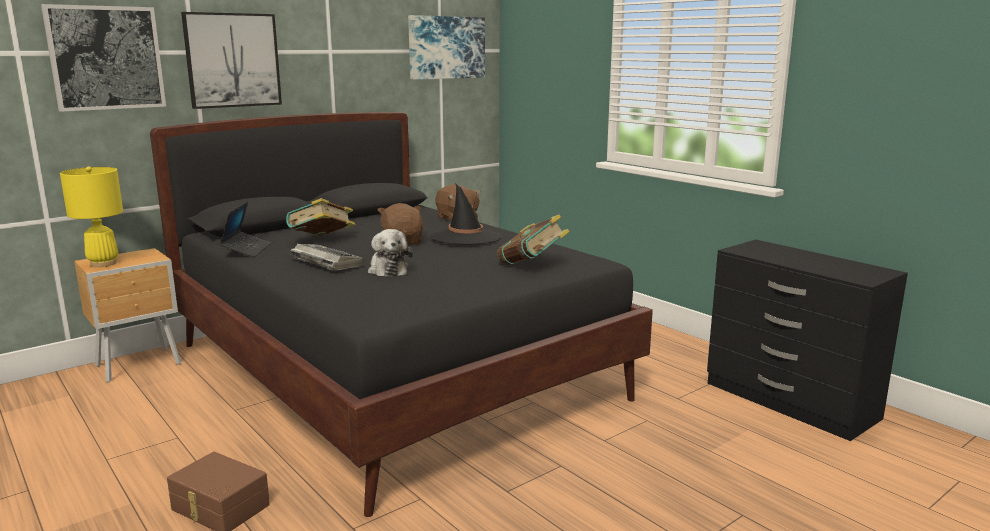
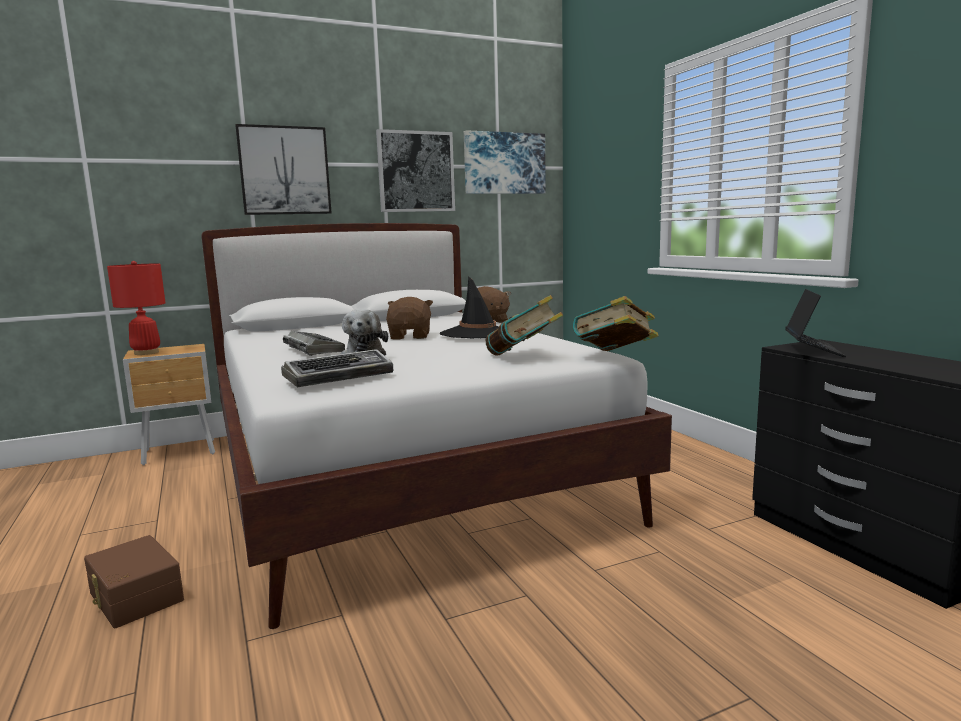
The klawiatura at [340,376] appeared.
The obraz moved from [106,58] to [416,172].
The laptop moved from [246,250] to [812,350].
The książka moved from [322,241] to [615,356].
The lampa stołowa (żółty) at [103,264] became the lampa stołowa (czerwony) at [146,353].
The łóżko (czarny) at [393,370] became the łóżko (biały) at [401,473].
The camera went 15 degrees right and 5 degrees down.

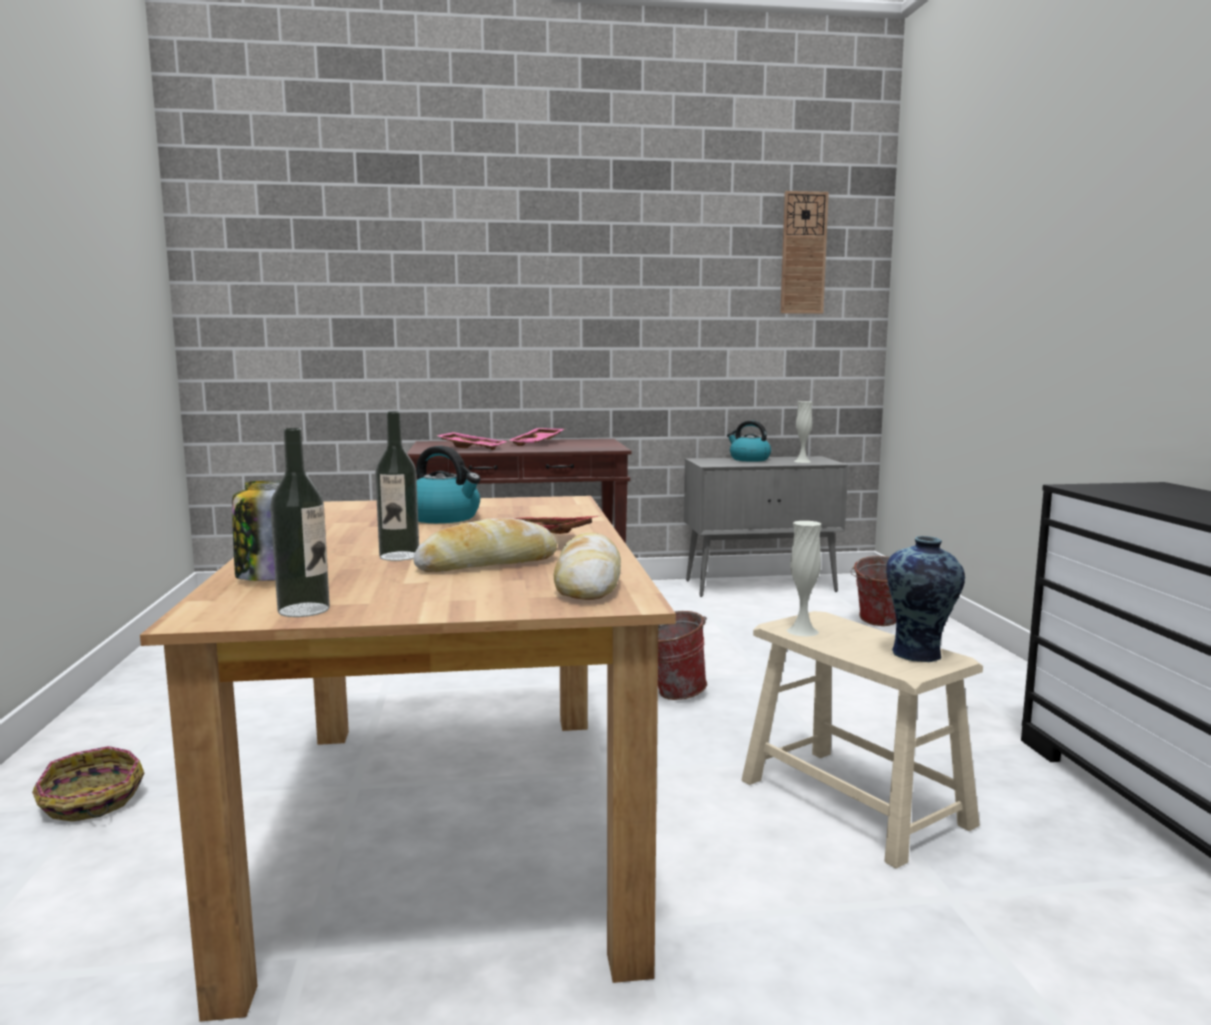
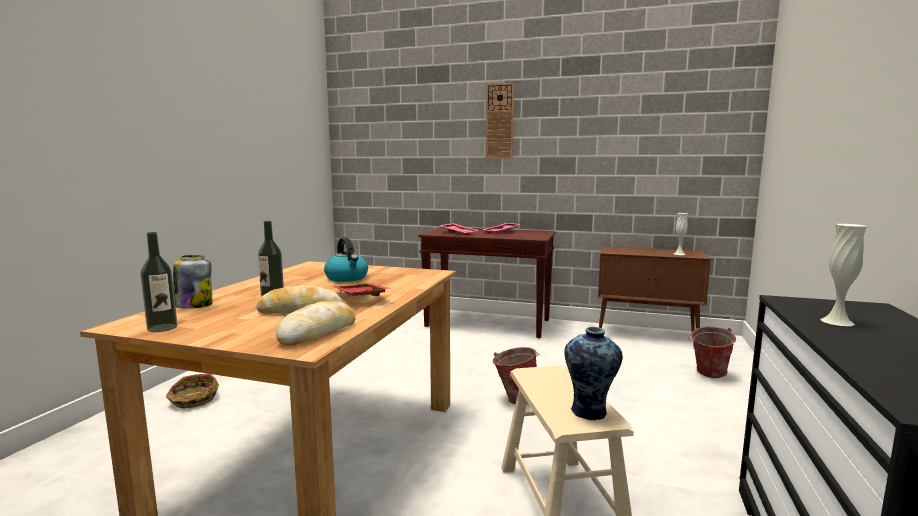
The czajnik at [749,459] disappeared.
The zegar ścienny moved from [803,253] to [499,121].
The wazon (biały) moved from [802,631] to [837,321].
The szafka (szary) at [761,586] became the szafka (brązowy) at [647,335].
The camera went 25 degrees right and 0 degrees up.

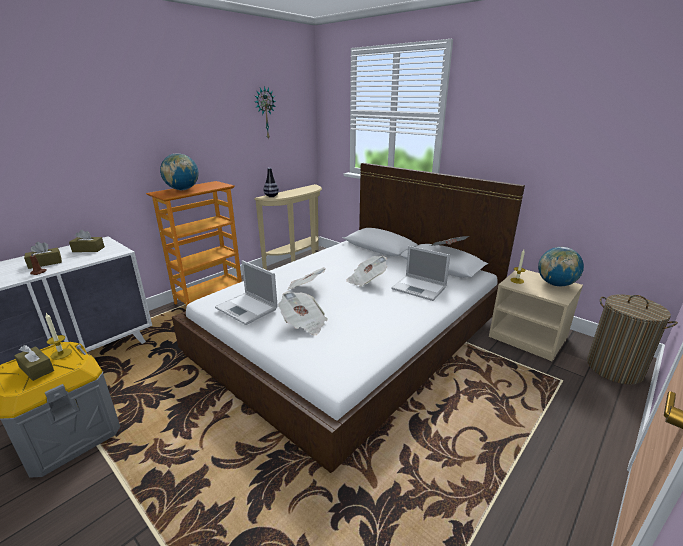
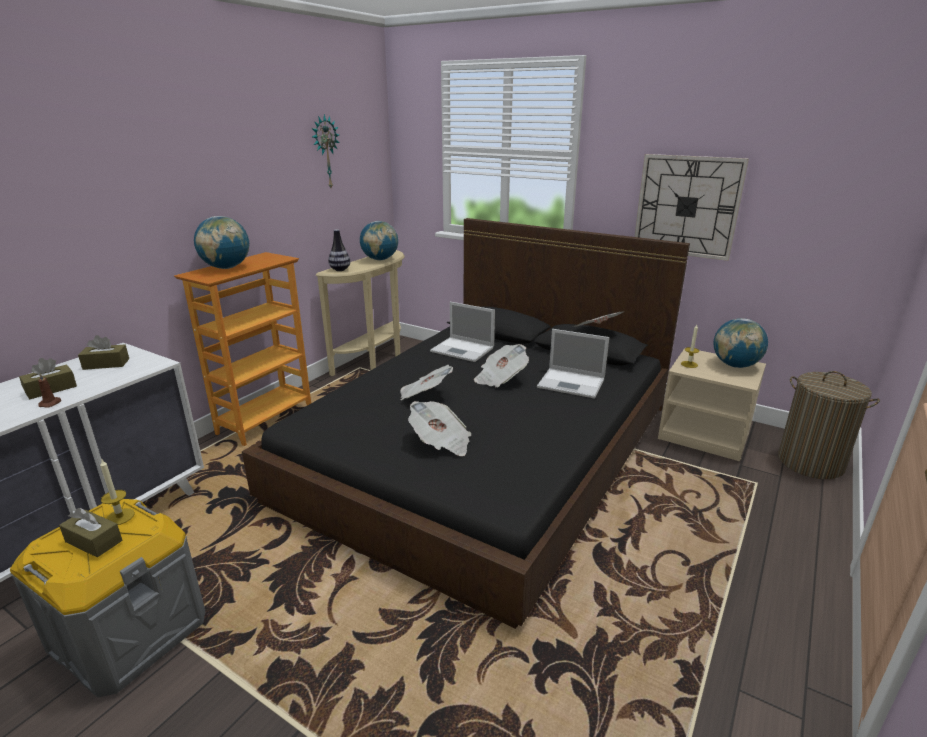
The globus at [380,259] appeared.
The zegar ścienny at [687,206] appeared.
The laptop moved from [247,309] to [463,350].
The łóżko (biały) at [353,331] became the łóżko (czarny) at [485,449].
The camera went 10 degrees left and 0 degrees up.

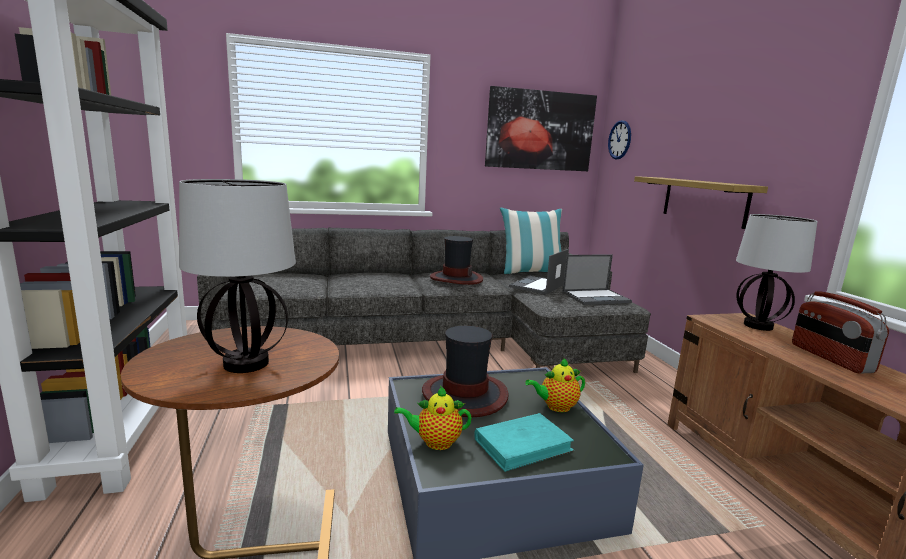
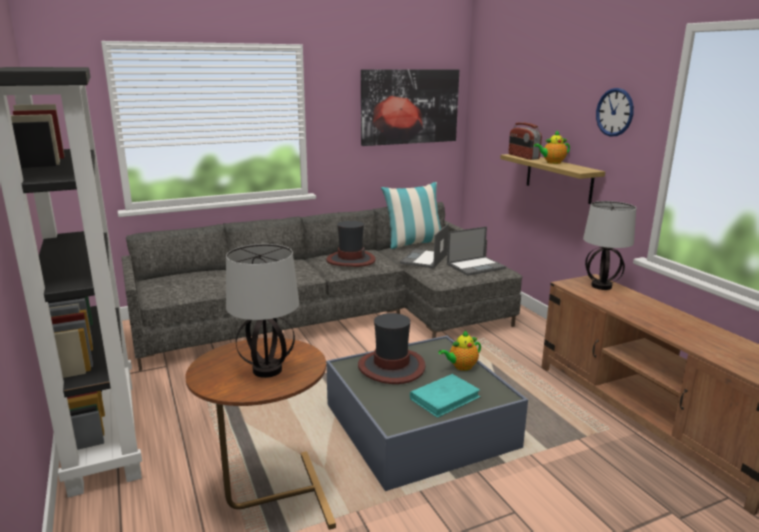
The imbryk moved from [435,442] to [552,162].
The zegar ścienny moved from [619,140] to [614,112].
The radio moved from [830,358] to [523,157].
The camera went 10 degrees left and 5 degrees up.

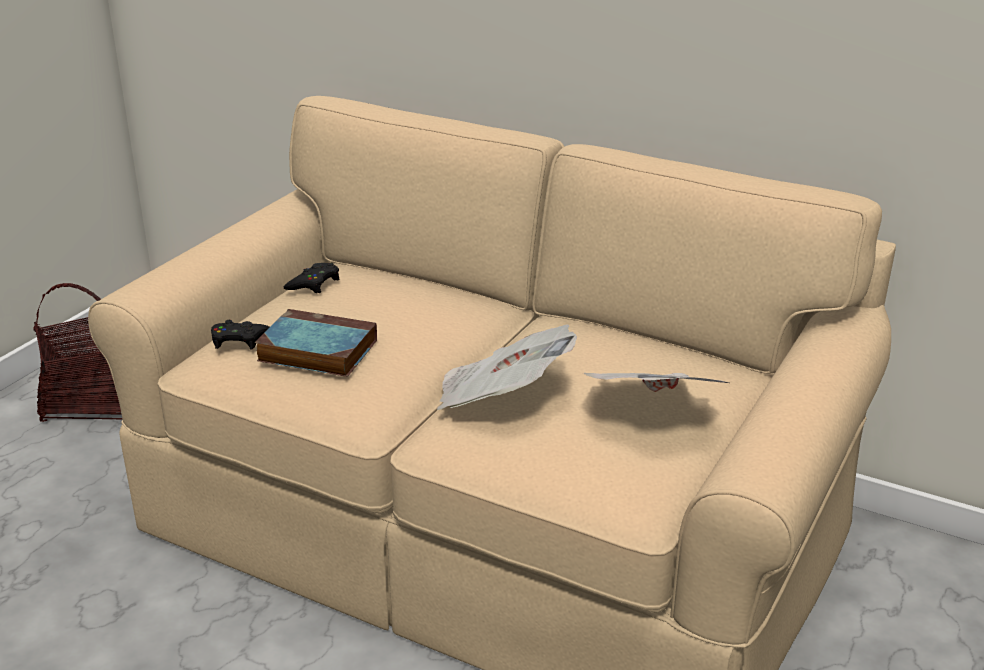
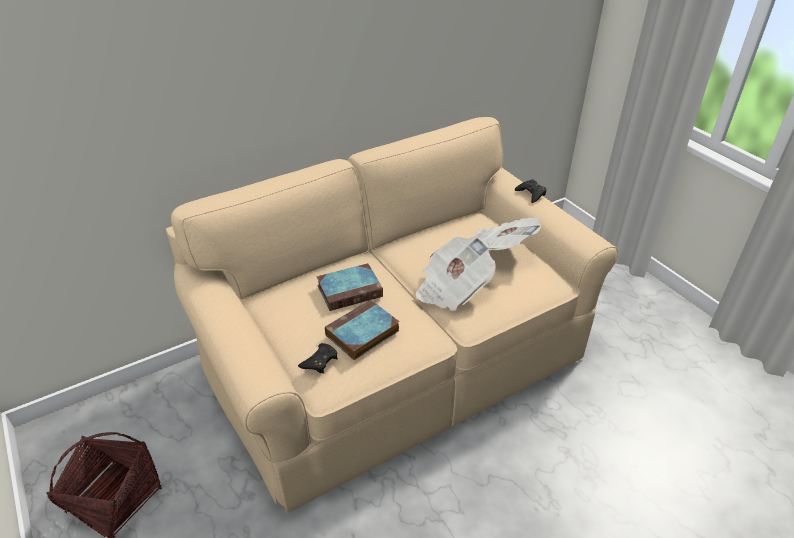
The książka at [351,290] appeared.
The pad do gier (czarny) moved from [314,283] to [531,194].
The camera went 60 degrees left and 10 degrees up.

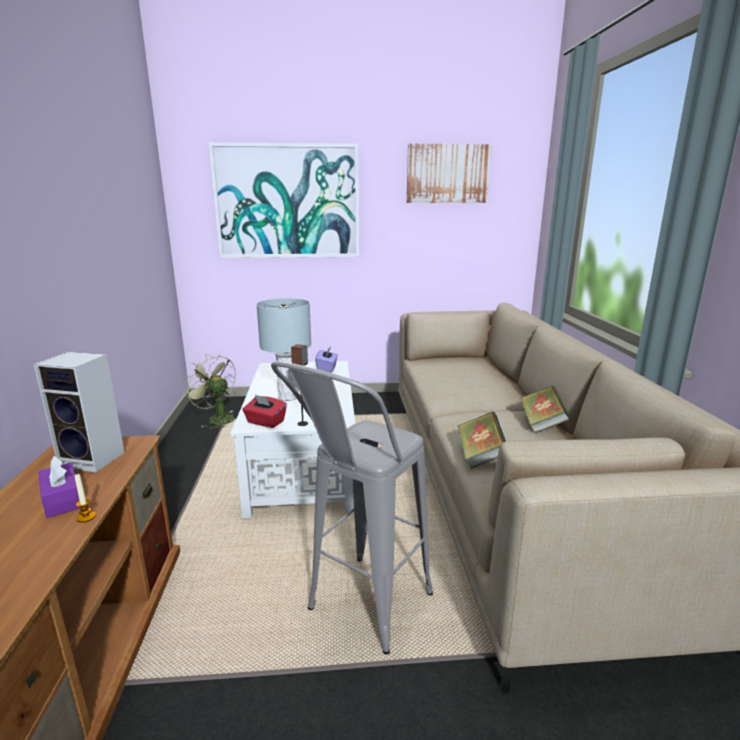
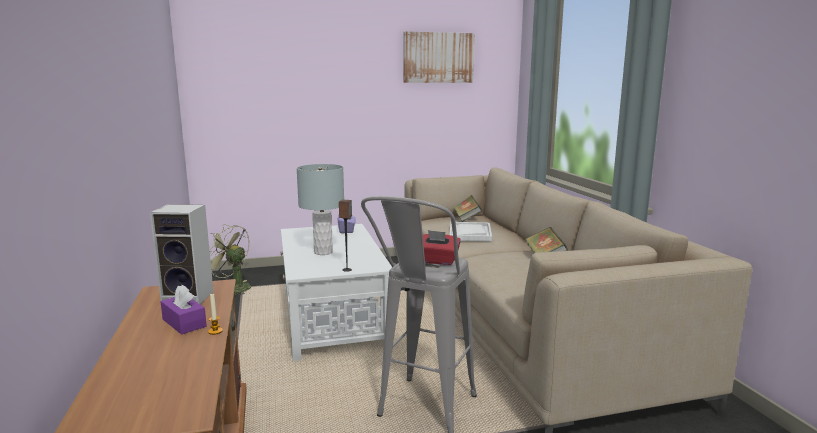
The obraz at [287,202] disappeared.
The taca (biały) at [470,233] appeared.
The pudełko chusteczek (czerwony) moved from [265,422] to [437,261].
The książka moved from [480,456] to [466,218].
The camera went 10 degrees left and 5 degrees down.

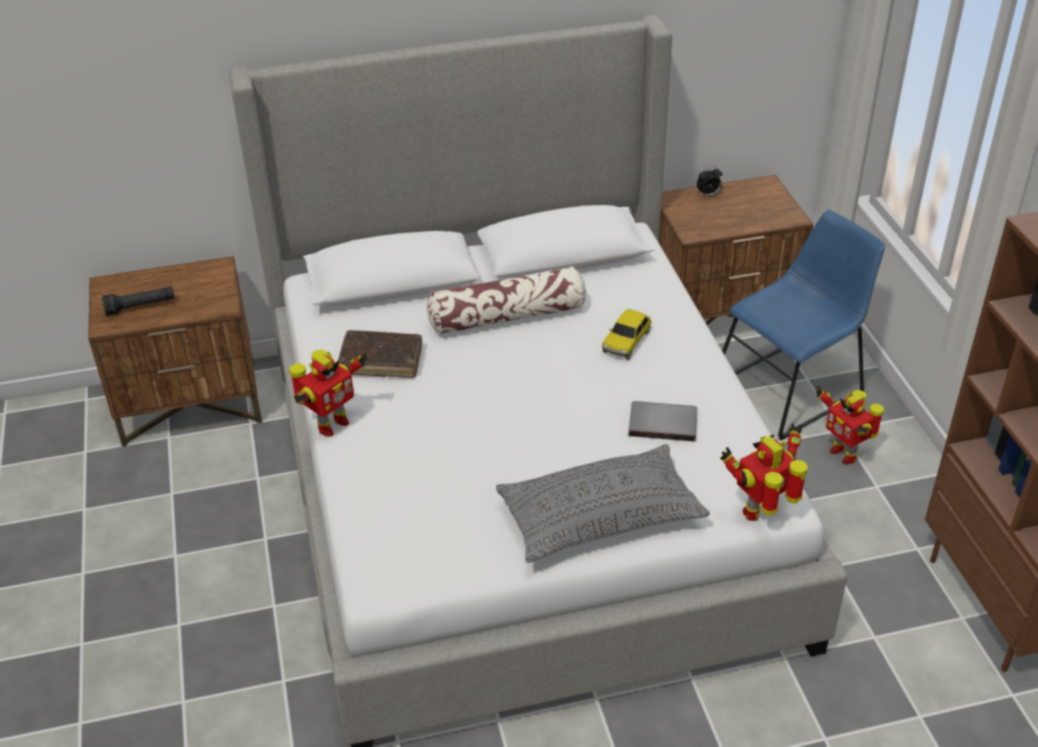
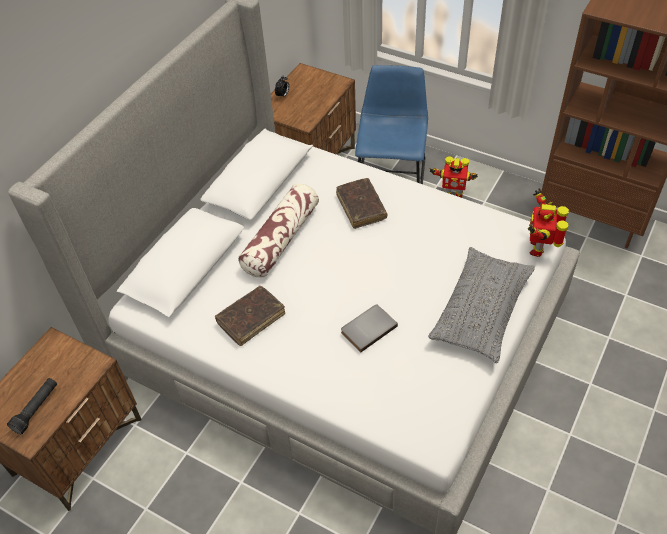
The robot zabawkowy at [330,425] disappeared.
The książka (szary) moved from [663,422] to [367,328].
The samochodzik at [626,341] was replaced by the książka (brązowy) at [361,207].
The camera went 45 degrees left and 10 degrees up.

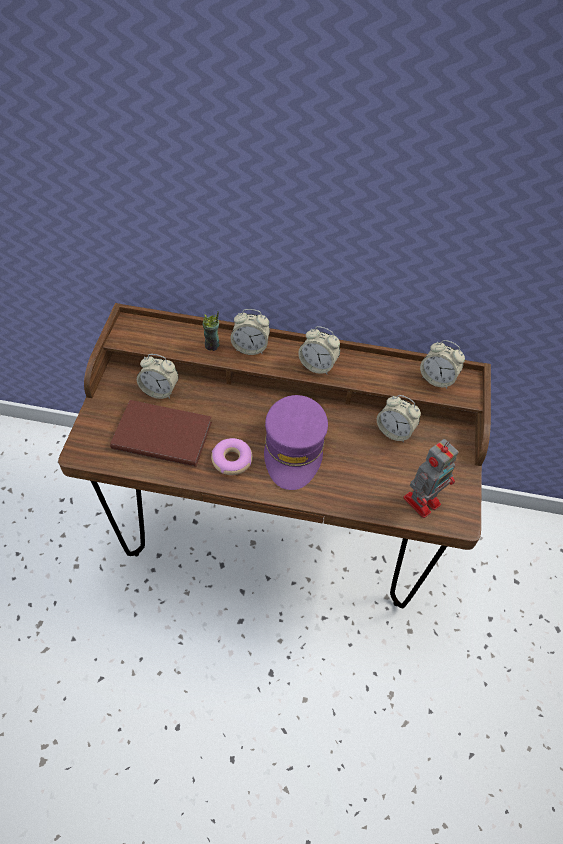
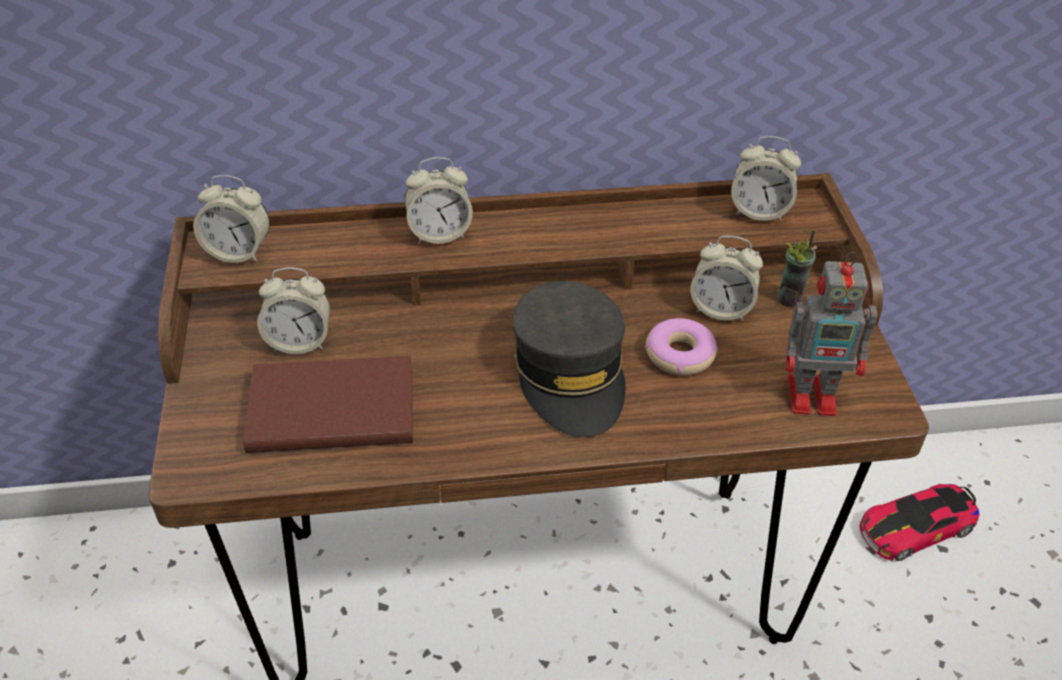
The samochodzik at [916,528] appeared.
The filiżanka moved from [212,345] to [790,299].
The donut moved from [232,460] to [679,354].
The budzik moved from [317,365] to [238,252].
The czapka z daszkiem (fioletowy) at [294,448] became the czapka z daszkiem (szary) at [570,373].
The robot zabawkowy at [423,500] turned 60 degrees clockwise.
The camera went 15 degrees left and 10 degrees down.

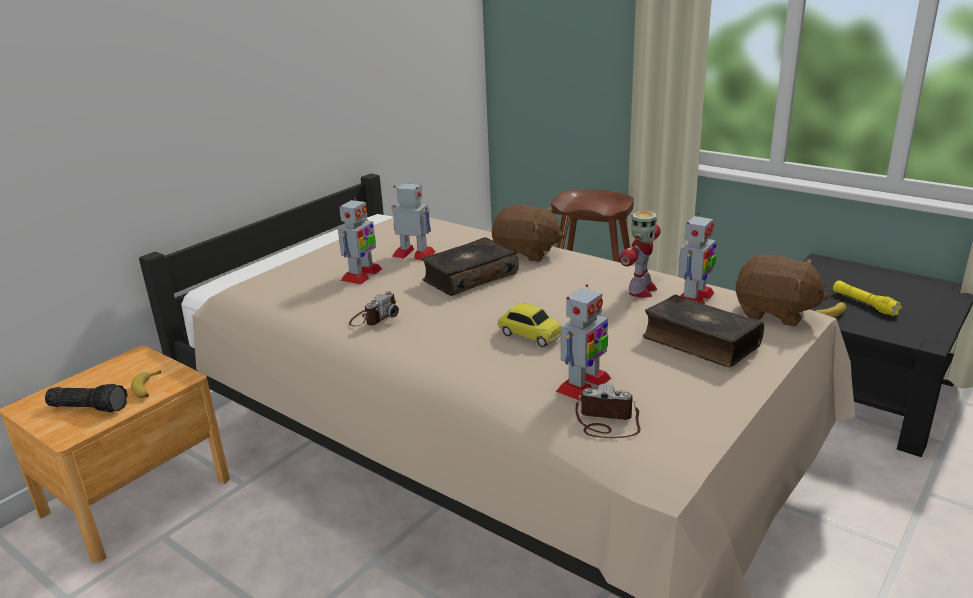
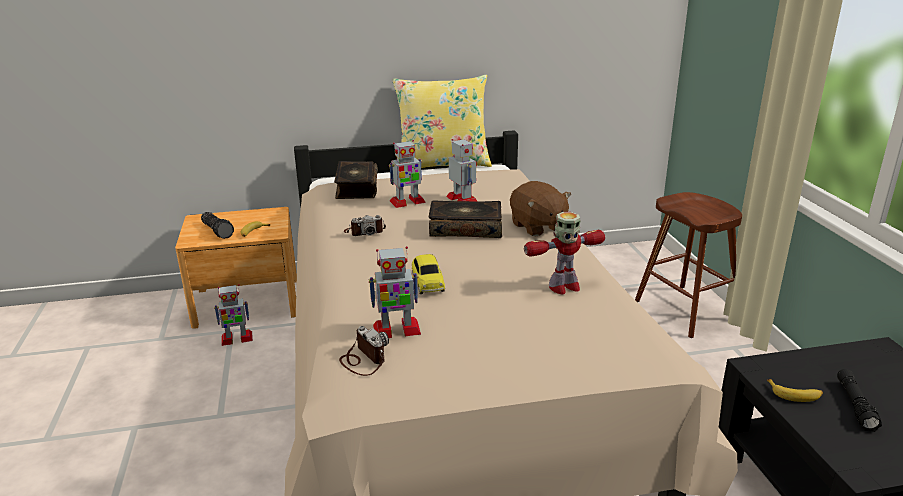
The pluszak (brązowy) at [775,313] disappeared.
The poduszka (żółty) at [443,164] appeared.
The książka moved from [699,342] to [356,188].
The robot zabawkowy moved from [694,299] to [236,338].
The latarka (żółty) at [864,304] became the latarka (czarny) at [855,405].
The camera went 40 degrees right and 0 degrees up.

